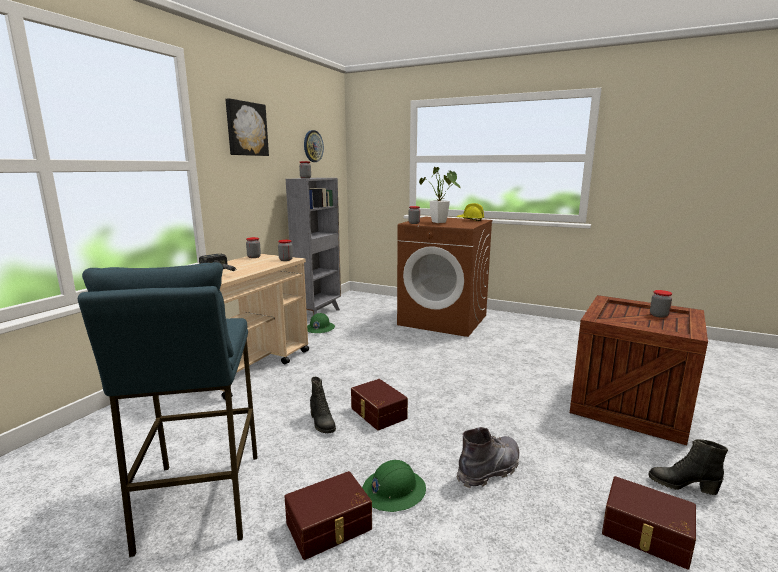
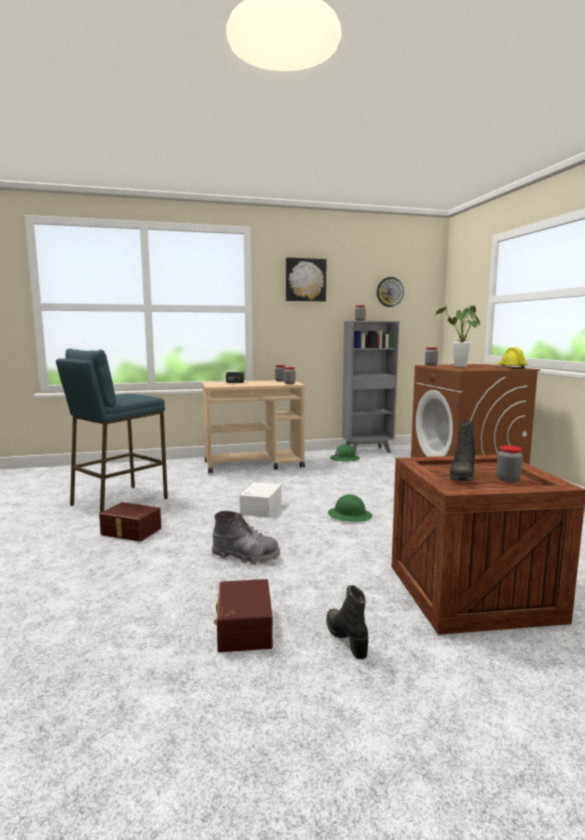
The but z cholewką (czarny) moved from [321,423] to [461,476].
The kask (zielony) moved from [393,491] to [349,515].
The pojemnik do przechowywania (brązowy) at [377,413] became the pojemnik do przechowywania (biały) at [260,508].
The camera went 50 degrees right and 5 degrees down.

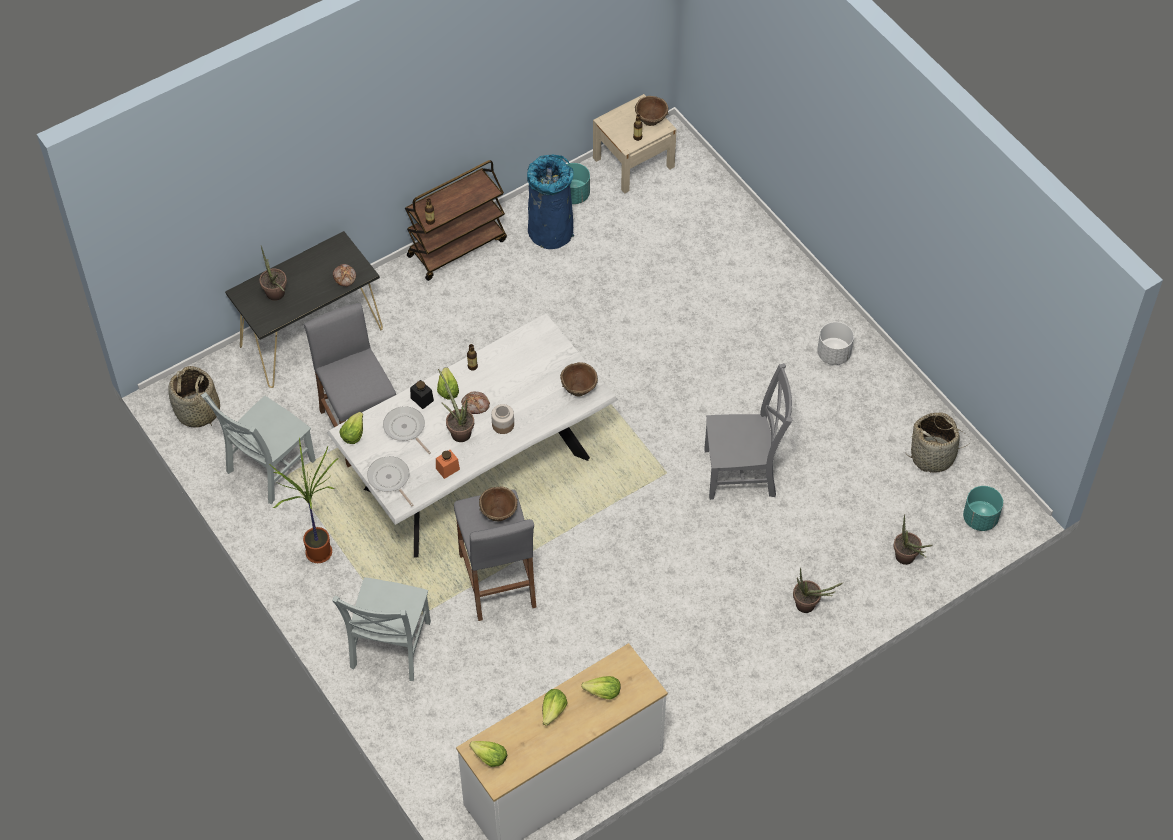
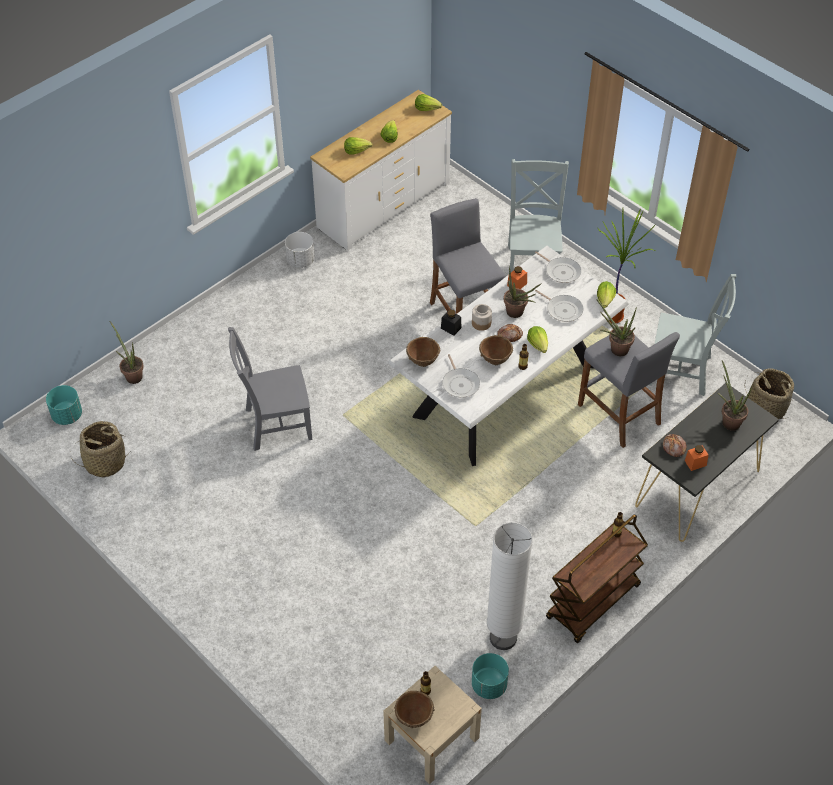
The patelnia at [460,383] appeared.
The słoik (pomarańczowy) at [695,463] appeared.
The słoik (czarny) moved from [422,399] to [451,328].
The miska (brązowy) moved from [499,513] to [495,359].
The roślina doniczkowa moved from [809,606] to [615,349].
The donica (biały) moved from [833,354] to [300,261].
The kosz na śmieci (niebieski) at [550,230] was replaced by the lampa stojąca (biały) at [503,638].
The krzesło (szary) at [268,468] turned 75 degrees clockwise.
The camera went 170 degrees right and 5 degrees down.

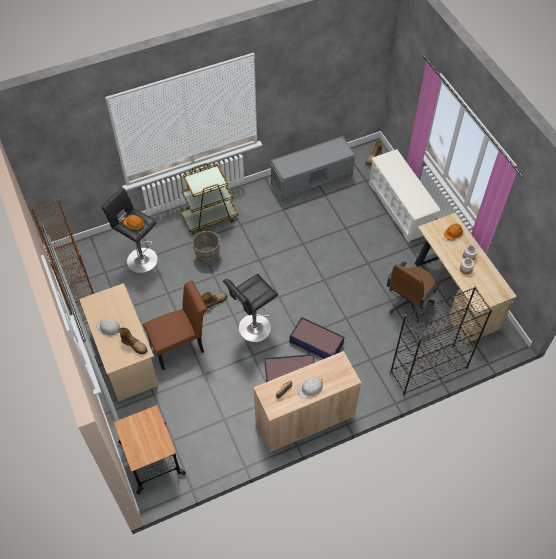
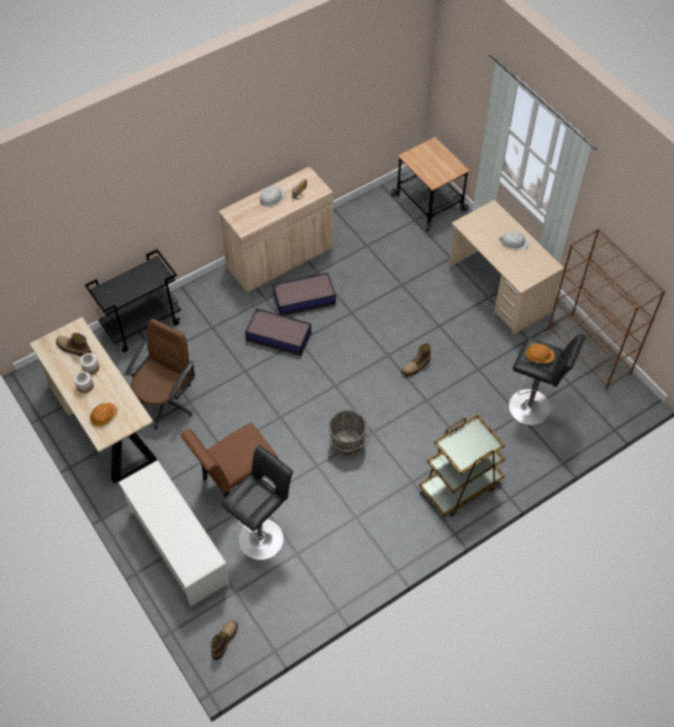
The ławka (szary) at [312,180] disappeared.
The but z cholewką moved from [134,345] to [73,349].
The krzesło (brązowy) moved from [180,345] to [235,483].
The wiadro (szary) moved from [207,255] to [347,445].
The stołek (czarny) moved from [252,329] to [263,536].
The regał (czarny) at [428,371] was replaced by the wózek (czarny) at [142,324].
The camera went 170 degrees right and 0 degrees up.

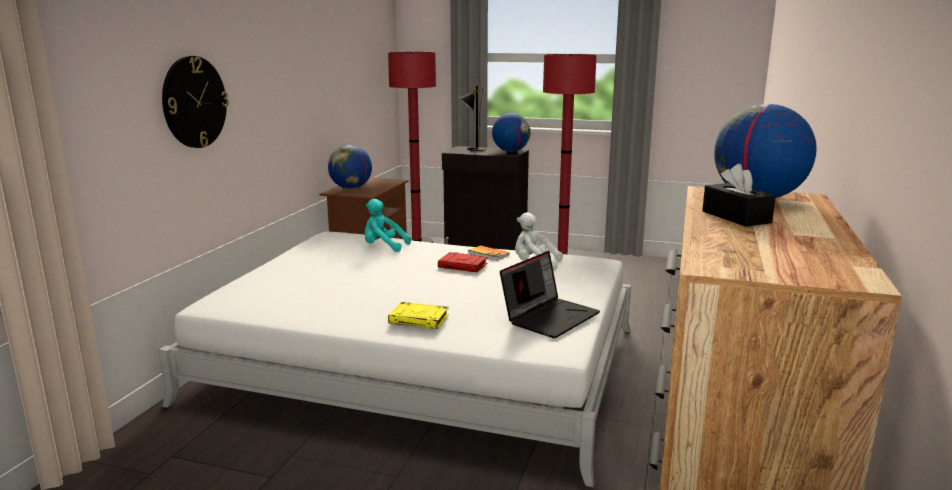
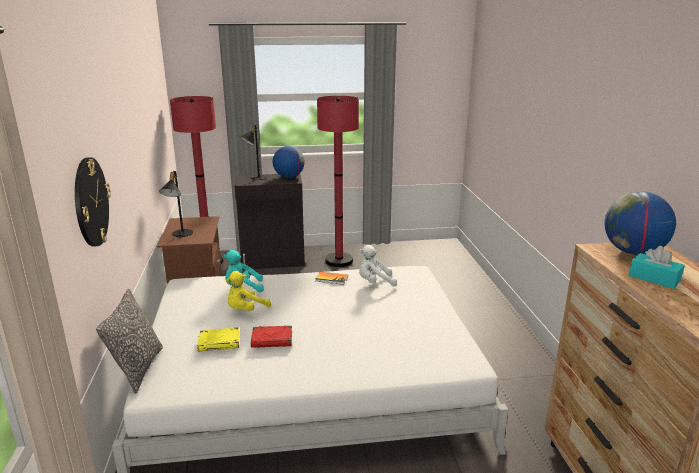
The laptop at [550,316] disappeared.
The poduszka at [138,369] appeared.
The pluszak (żółty) at [246,310] appeared.
The książka (żółty) moved from [419,319] to [219,342].
The książka (czerwony) moved from [463,266] to [272,339].
The globus at [351,188] was replaced by the lampa stołowa (czarny) at [180,234].
The pudełko chusteczek (czarny) at [736,217] became the pudełko chusteczek (turkusowy) at [654,278].
The camera went 25 degrees left and 5 degrees up.

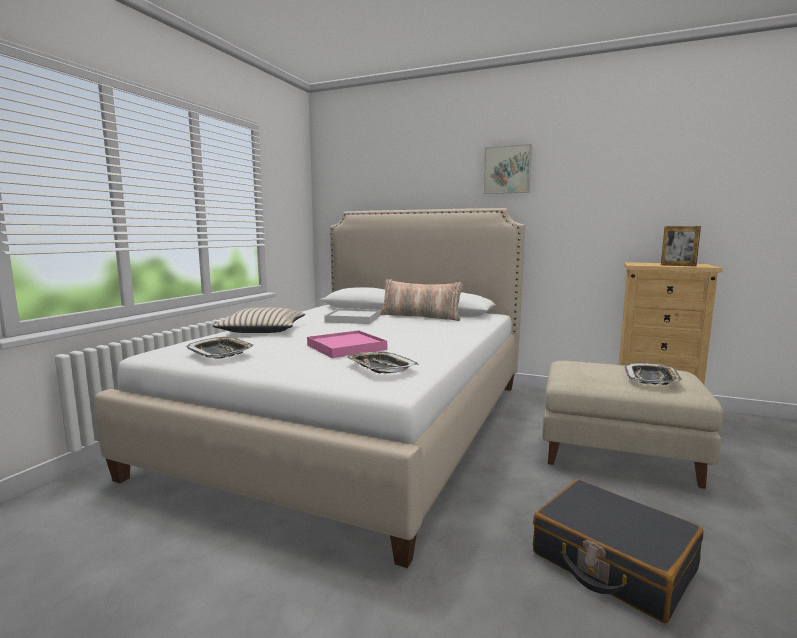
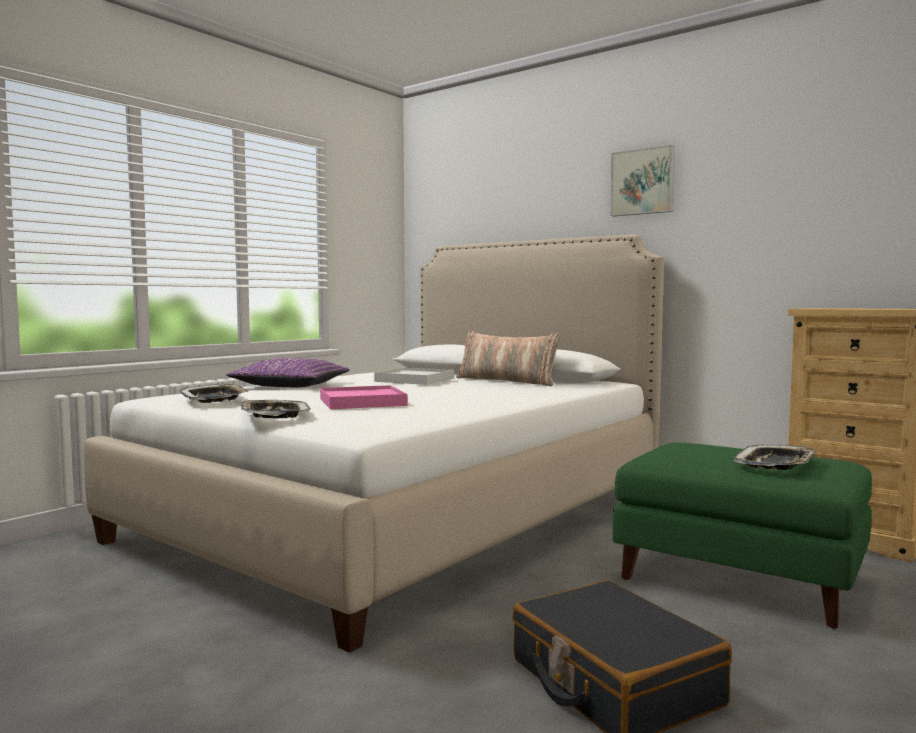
The ramka na zdjęcie at [678,265] disappeared.
The taca moved from [380,367] to [274,415].
The poduszka (beżowy) at [262,330] became the poduszka (fioletowy) at [291,385].
The pufa (beżowy) at [619,453] became the pufa (zielony) at [742,578].
The camera went 15 degrees right and 5 degrees down.

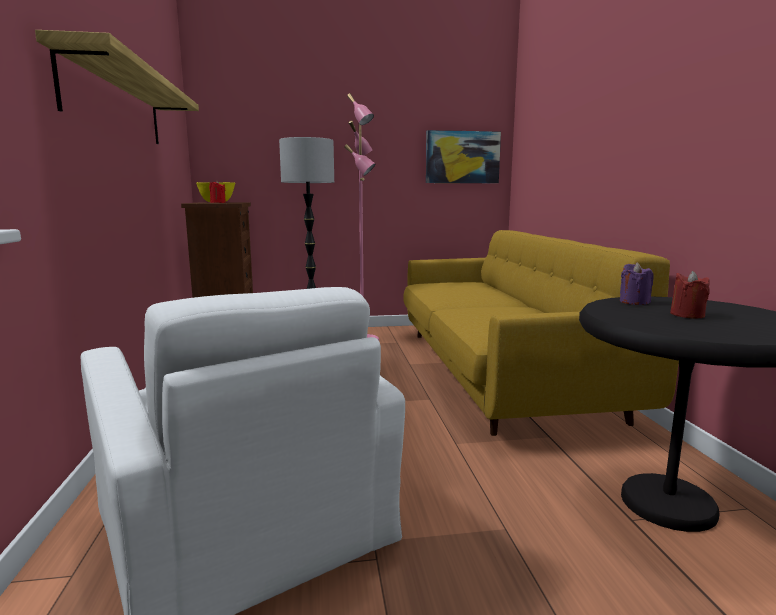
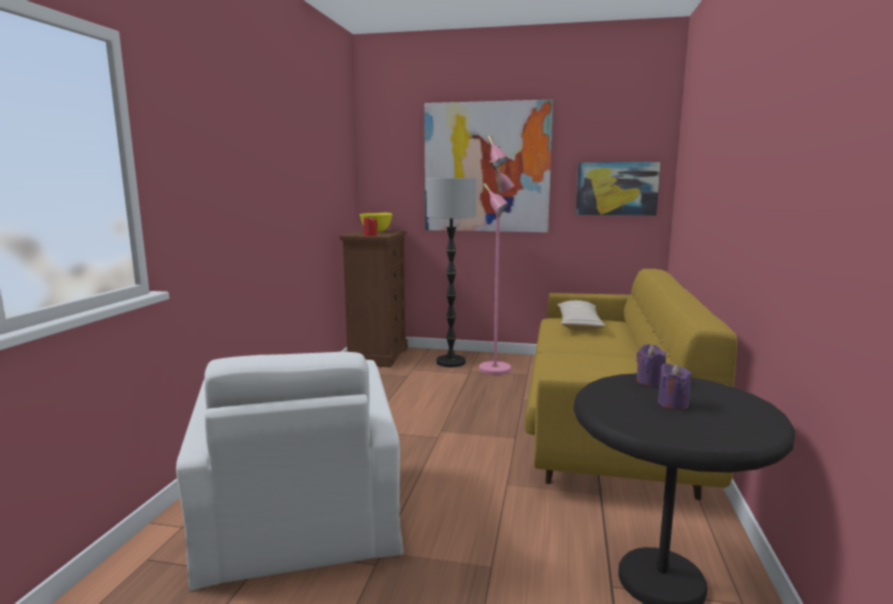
The półka at [116,104] disappeared.
The obraz at [486,168] appeared.
The poduszka (beżowy) at [579,324] appeared.
The świeca (czerwony) at [687,315] became the świeca (fioletowy) at [673,404].
The camera went 20 degrees right and 0 degrees up.

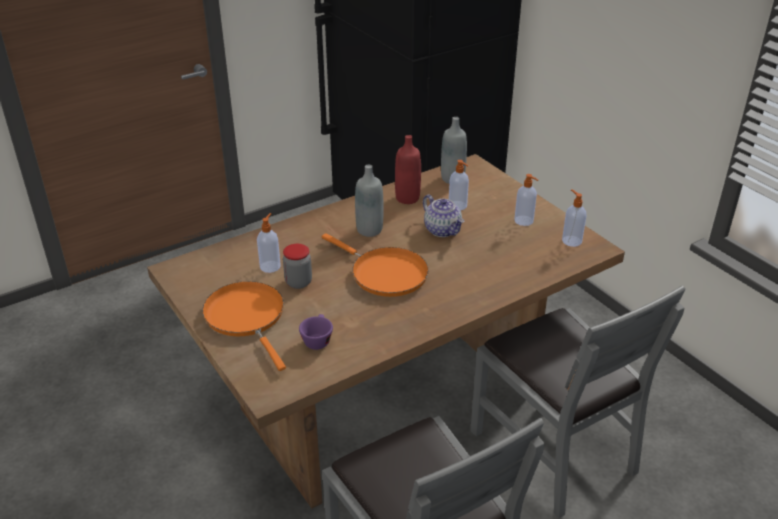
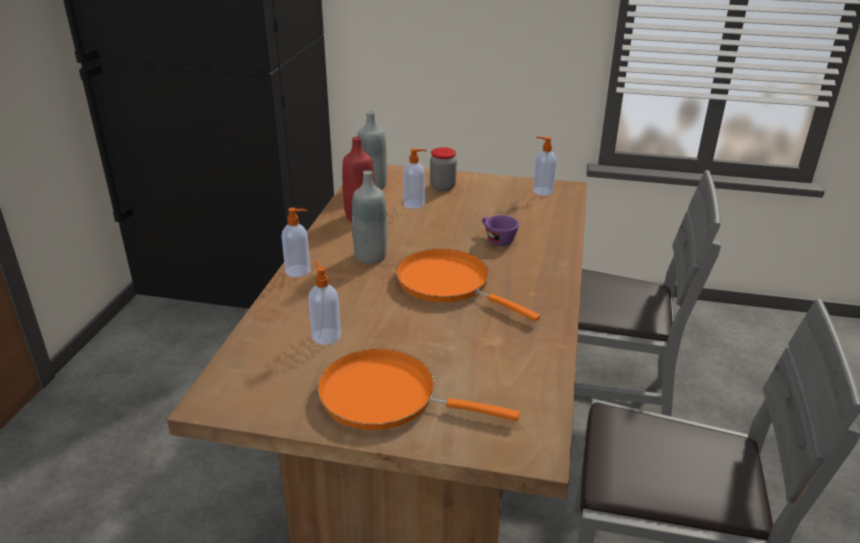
The imbryk at [443,230] disappeared.
The słoik moved from [298,282] to [442,187].
The filiżanka (fioletowy) moved from [317,339] to [496,239].
The dozownik mydła moved from [524,221] to [299,271].
The patelnia (pomarańczowy) at [385,273] turned 135 degrees counterclockwise.
The camera went 45 degrees left and 5 degrees down.

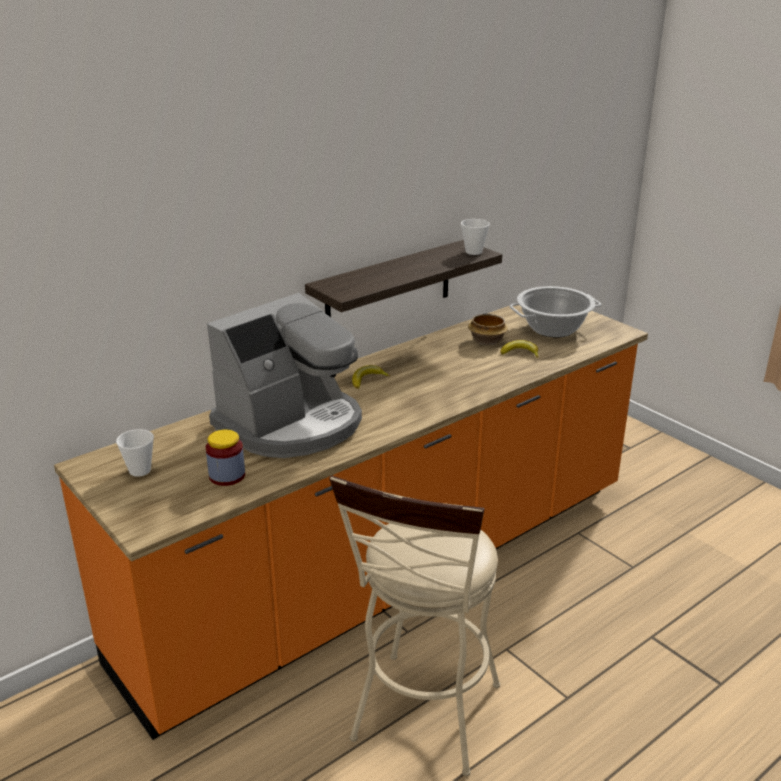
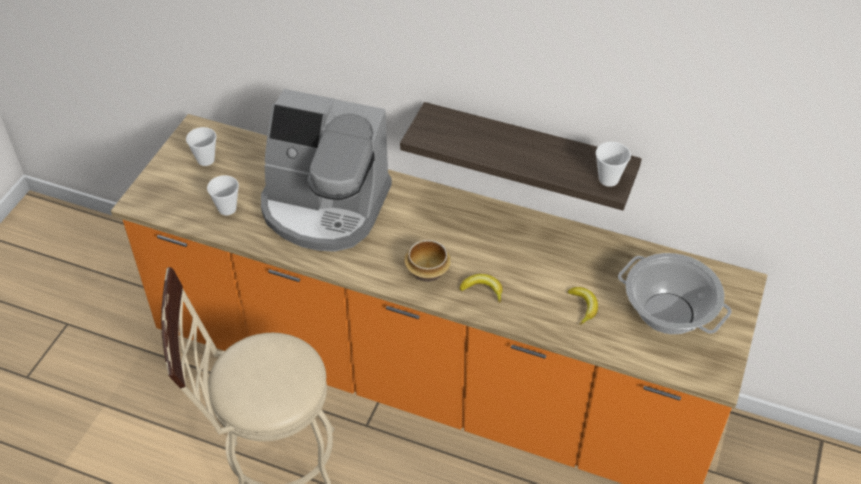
The banan moved from [367,380] to [483,290].
The miska moved from [486,341] to [427,271].
The słoik at [227,476] was replaced by the filiżanka at [227,209].
The camera went 60 degrees right and 20 degrees up.

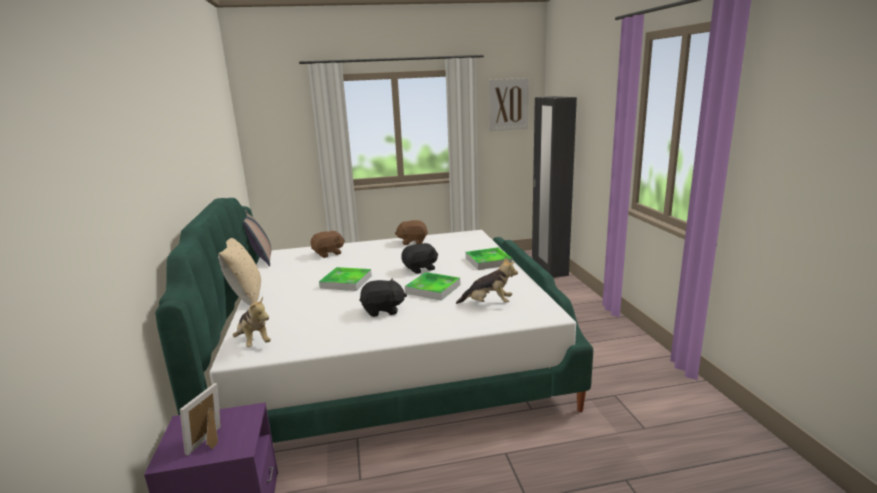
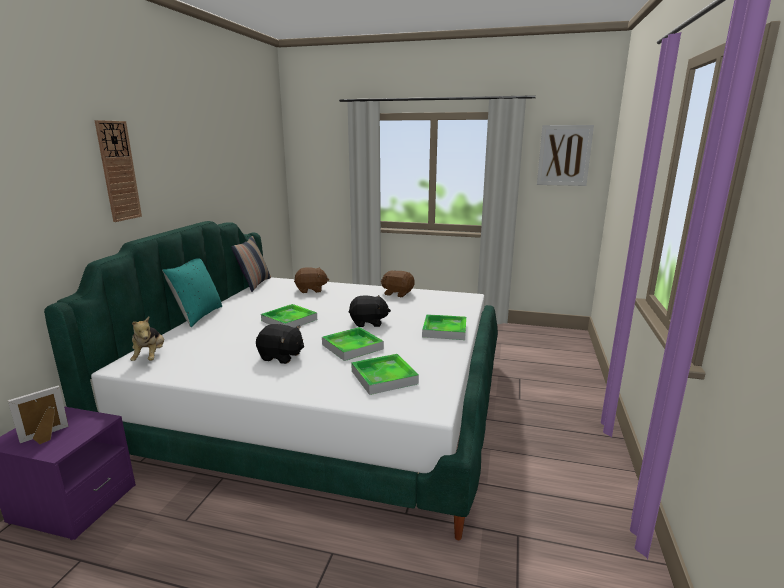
The szafa (czarny) at [549,268] disappeared.
The zegar ścienny at [118,171] appeared.
The pluszak at [488,303] was replaced by the taca at [384,377].
The poduszka (beżowy) at [245,298] became the poduszka (turkusowy) at [198,316].
The camera went 25 degrees right and 0 degrees up.

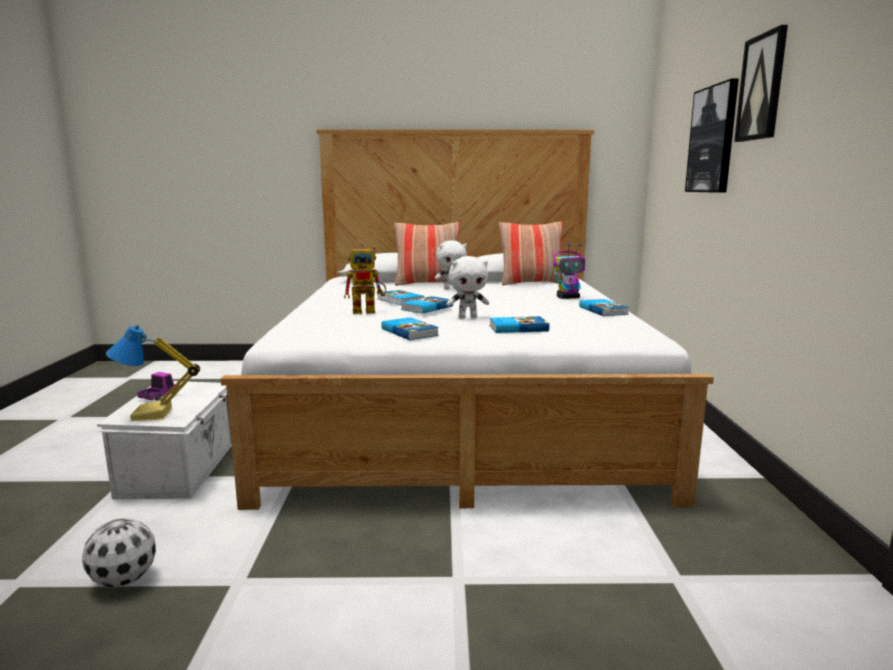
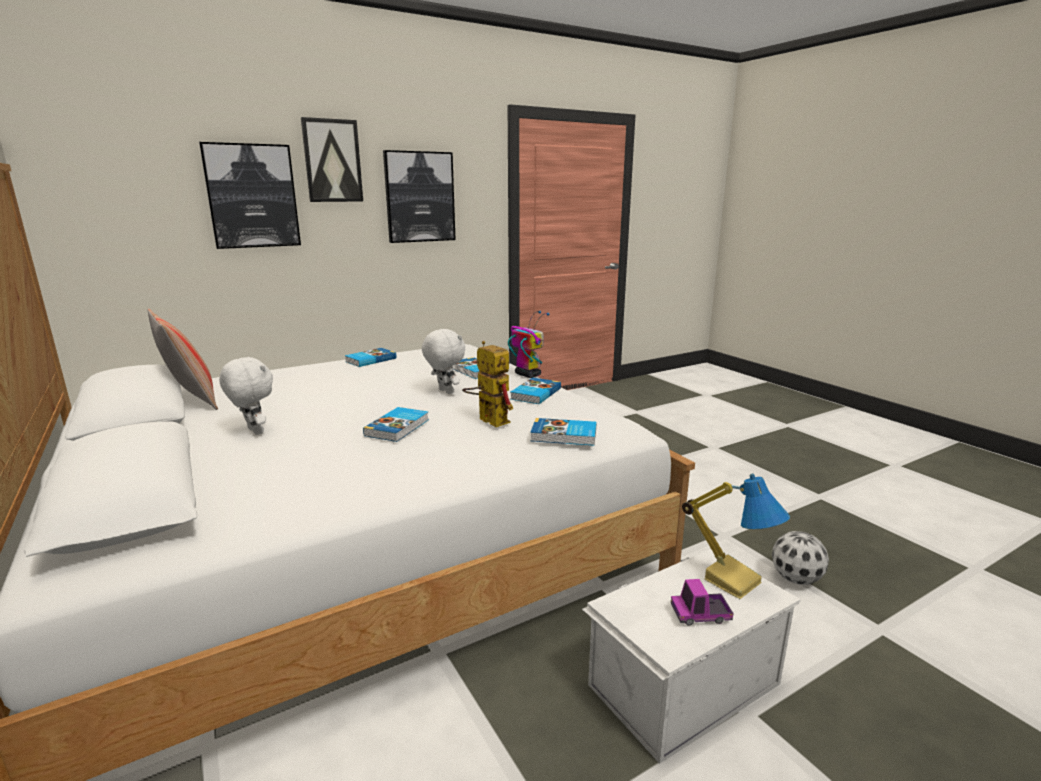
The poduszka at [428,284] disappeared.
The obraz at [419,197] appeared.
The książka moved from [426,308] to [564,436].
The robot zabawkowy moved from [568,298] to [527,375].
The camera went 120 degrees left and 5 degrees up.

